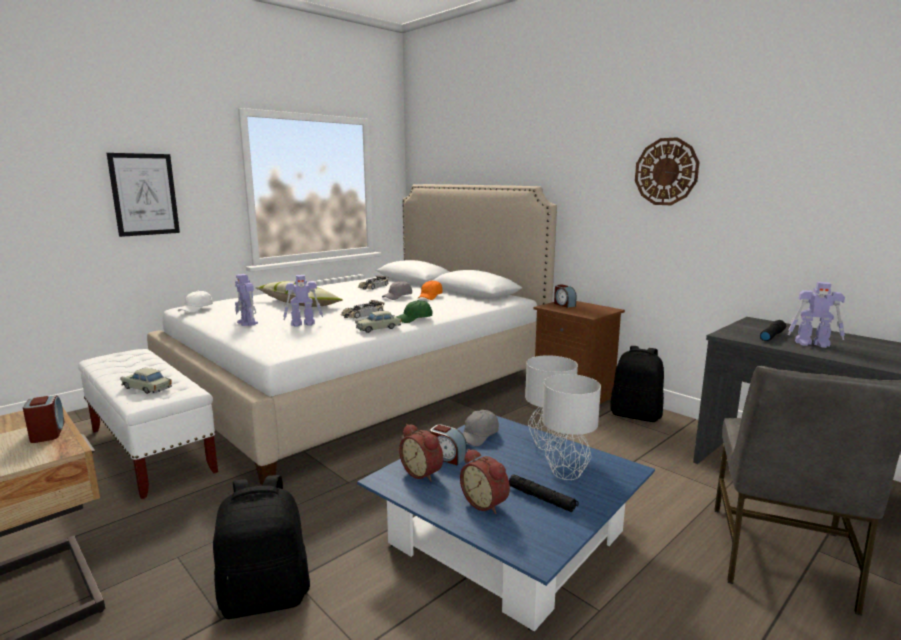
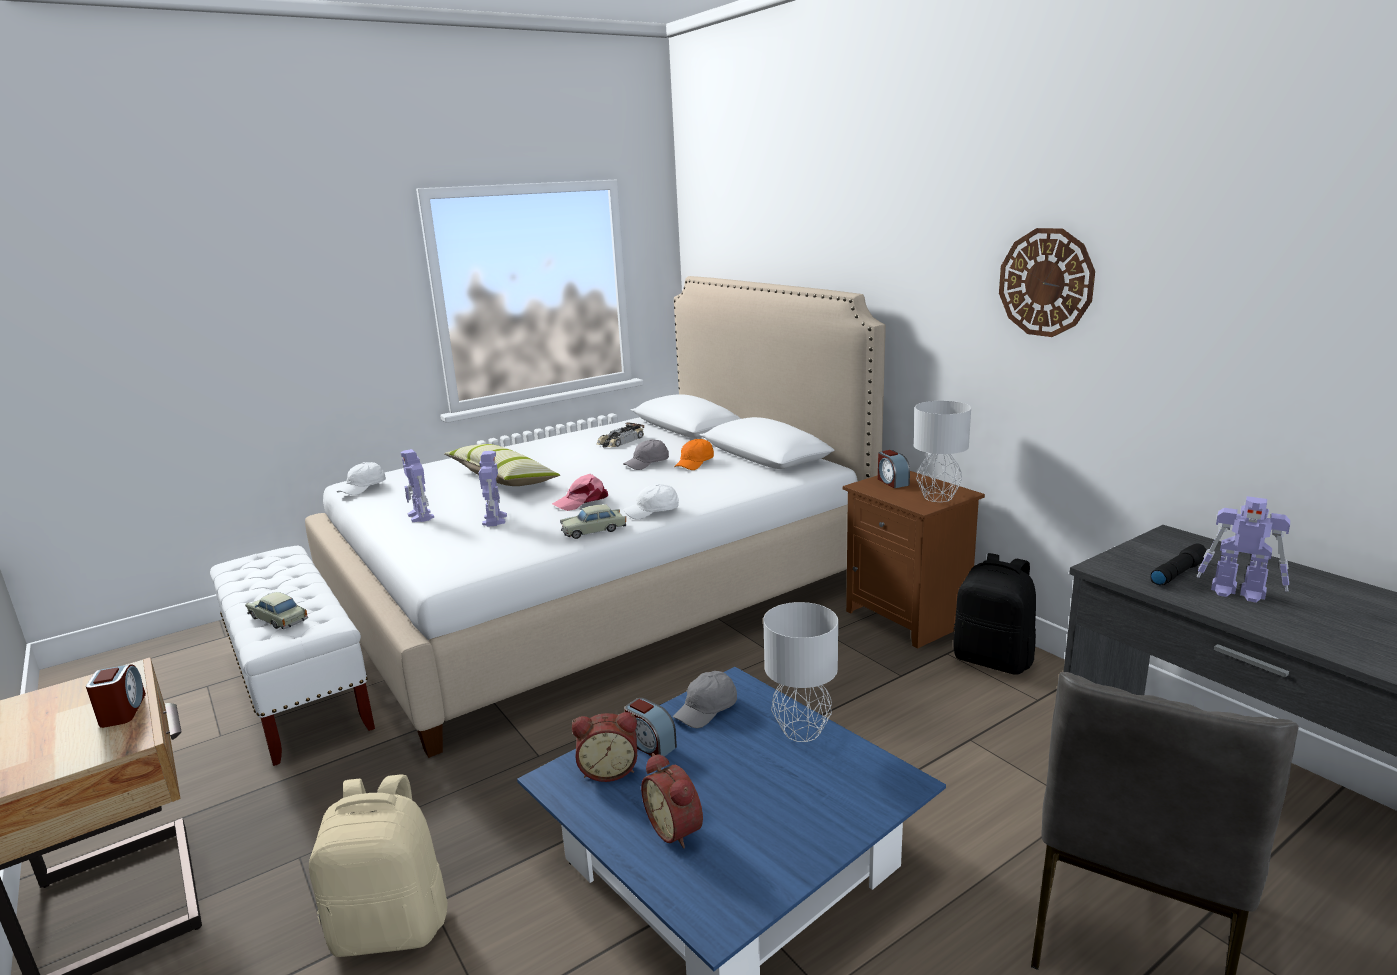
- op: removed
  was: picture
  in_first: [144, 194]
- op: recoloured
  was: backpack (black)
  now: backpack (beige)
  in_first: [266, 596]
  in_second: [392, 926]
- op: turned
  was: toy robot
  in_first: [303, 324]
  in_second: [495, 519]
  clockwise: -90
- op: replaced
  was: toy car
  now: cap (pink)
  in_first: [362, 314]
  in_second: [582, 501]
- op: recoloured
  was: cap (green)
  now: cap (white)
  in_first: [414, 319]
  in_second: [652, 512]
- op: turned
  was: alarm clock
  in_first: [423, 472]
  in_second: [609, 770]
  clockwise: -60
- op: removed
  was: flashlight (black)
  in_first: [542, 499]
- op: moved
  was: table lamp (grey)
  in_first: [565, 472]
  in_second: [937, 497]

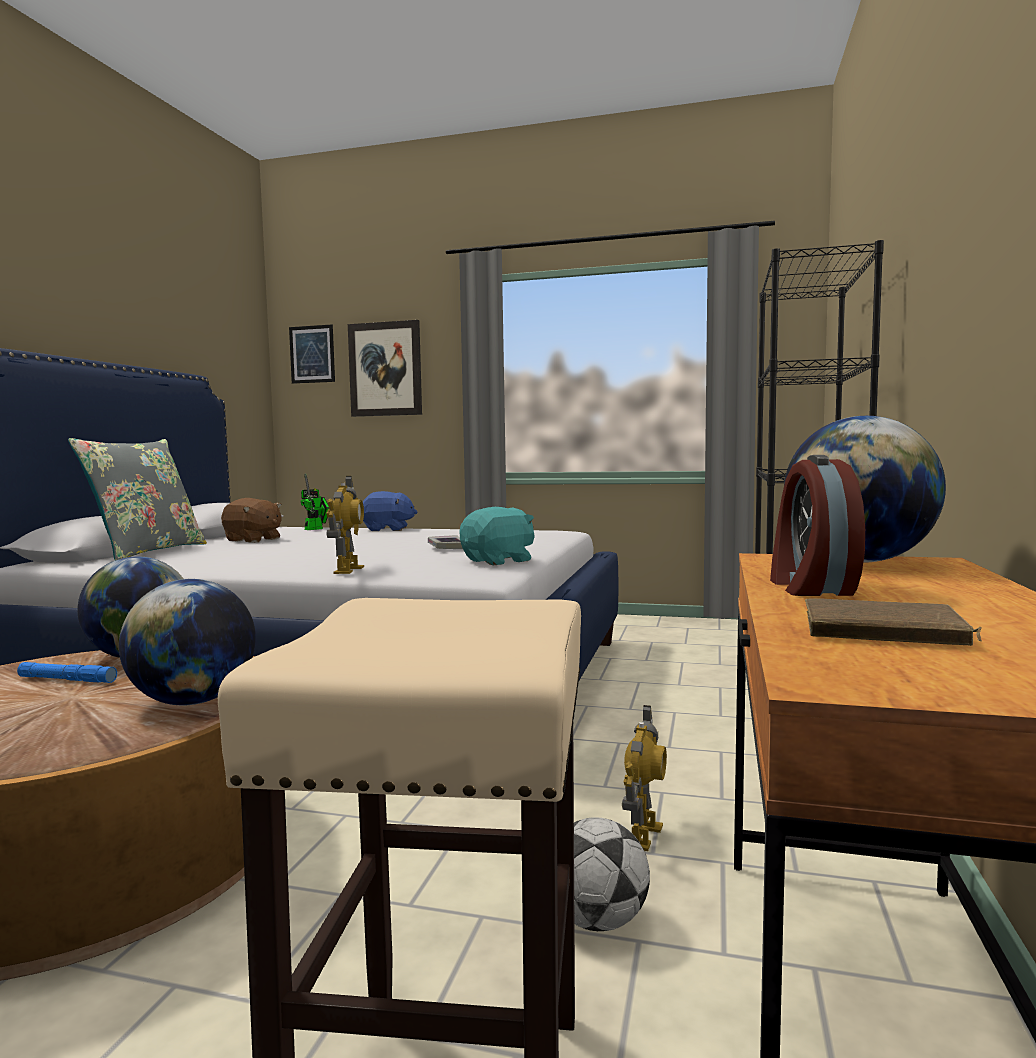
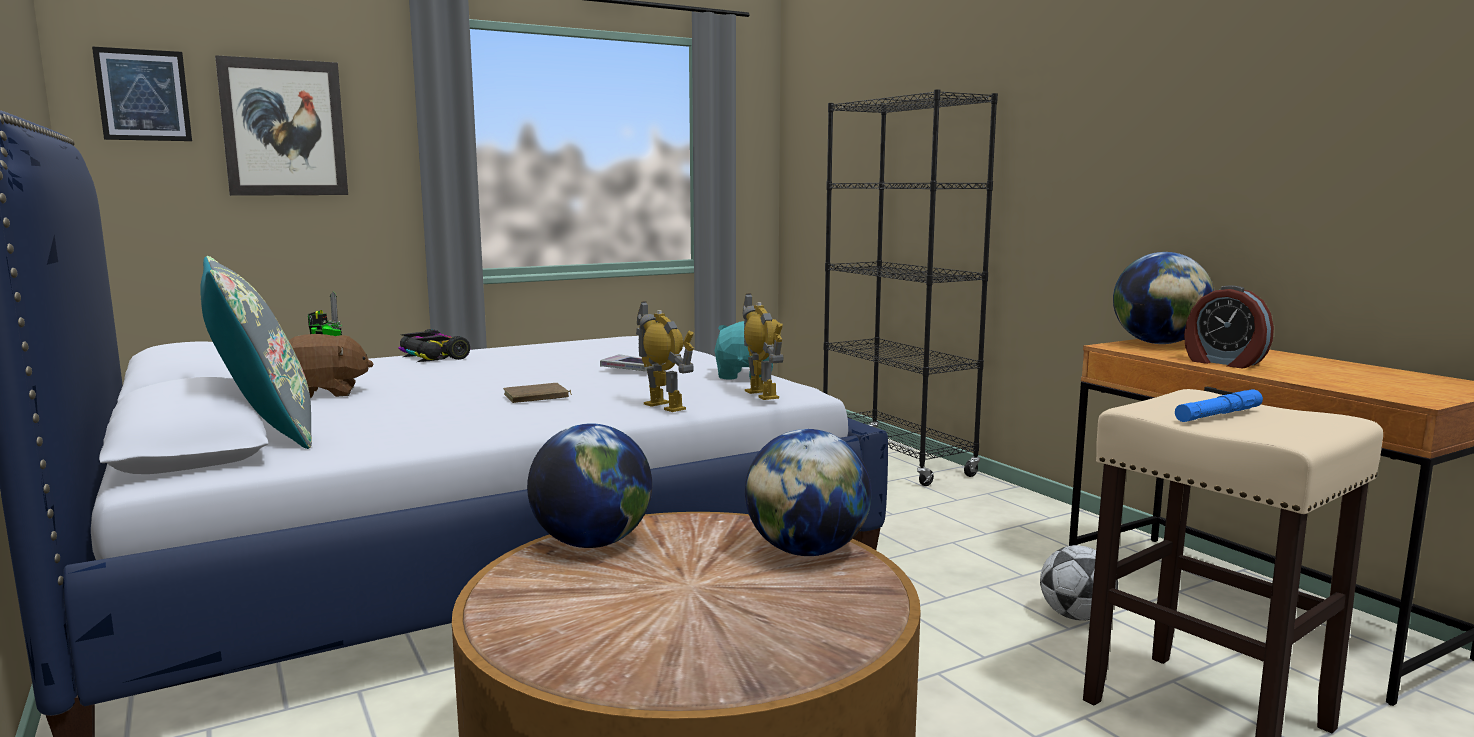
- op: moved
  was: flashlight (blue)
  in_first: [67, 679]
  in_second: [1218, 414]
- op: replaced
  was: plush toy (blue)
  now: toy car
  in_first: [387, 529]
  in_second: [432, 356]
- op: moved
  was: toy robot
  in_first: [643, 835]
  in_second: [762, 394]
- op: moved
  was: book (brown)
  in_first: [882, 633]
  in_second: [536, 397]

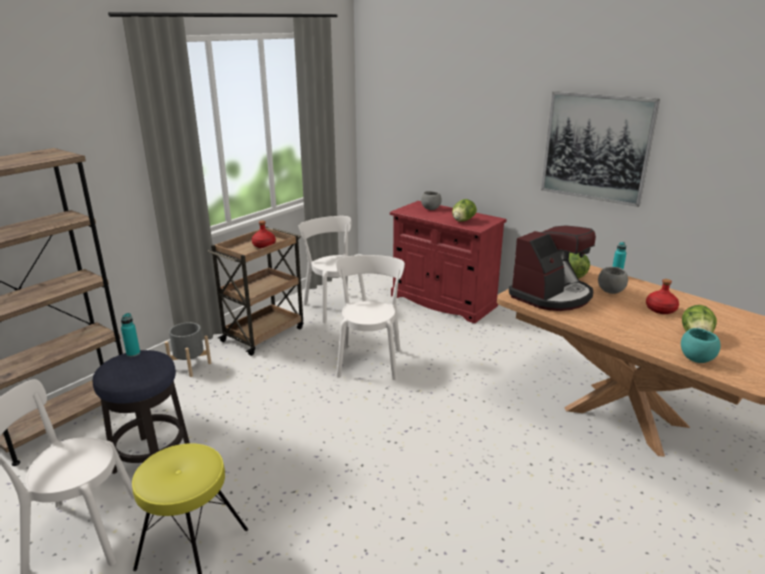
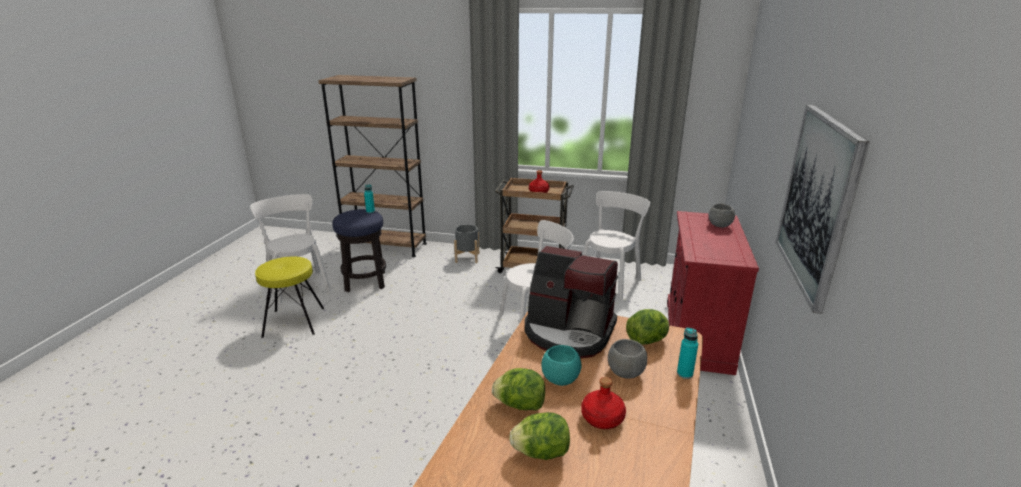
- op: moved
  was: lettuce
  in_first: [462, 221]
  in_second: [519, 405]
- op: moved
  was: bowl (turquoise)
  in_first: [696, 359]
  in_second: [560, 379]

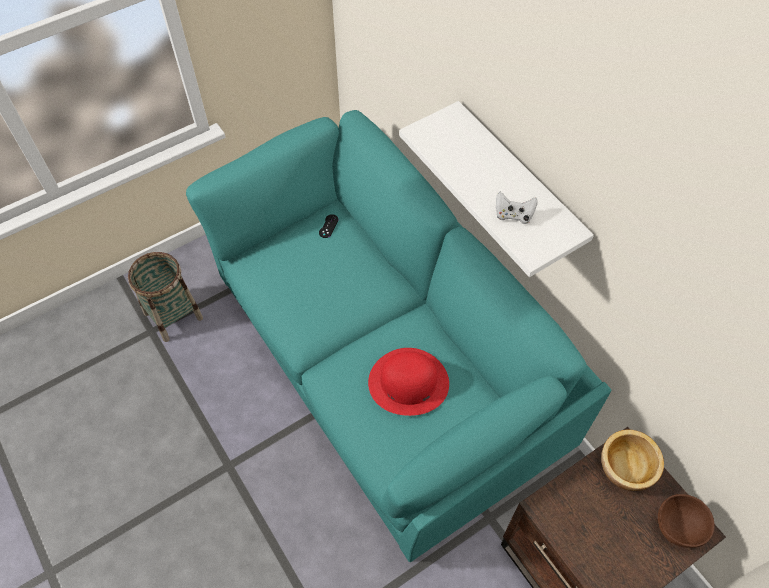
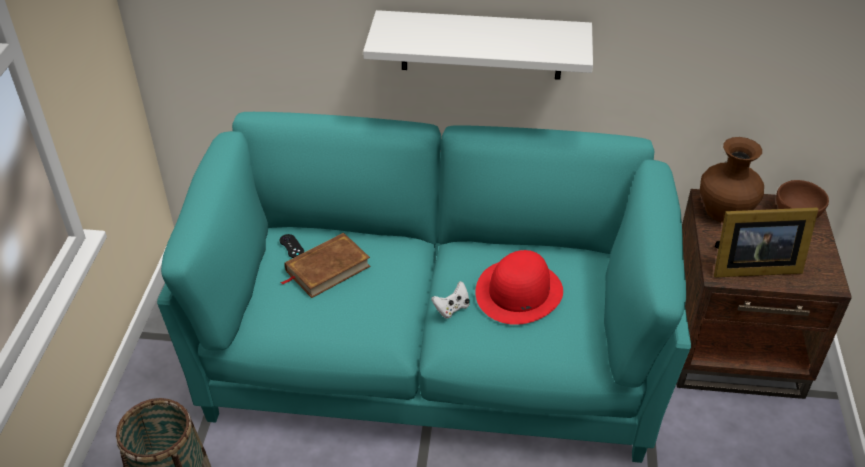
- op: moved
  was: game controller (white)
  in_first: [513, 215]
  in_second: [452, 308]
- op: replaced
  was: bowl
  now: vase (brown)
  in_first: [626, 468]
  in_second: [726, 210]
- op: added
  now: book (brown)
  in_second: [327, 268]
- op: added
  now: picture frame
  in_second: [751, 266]

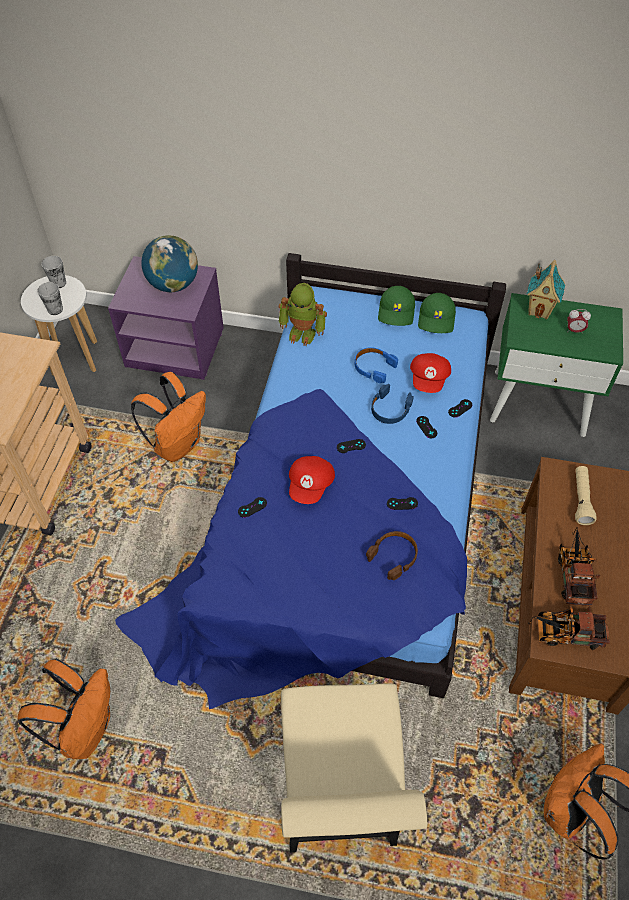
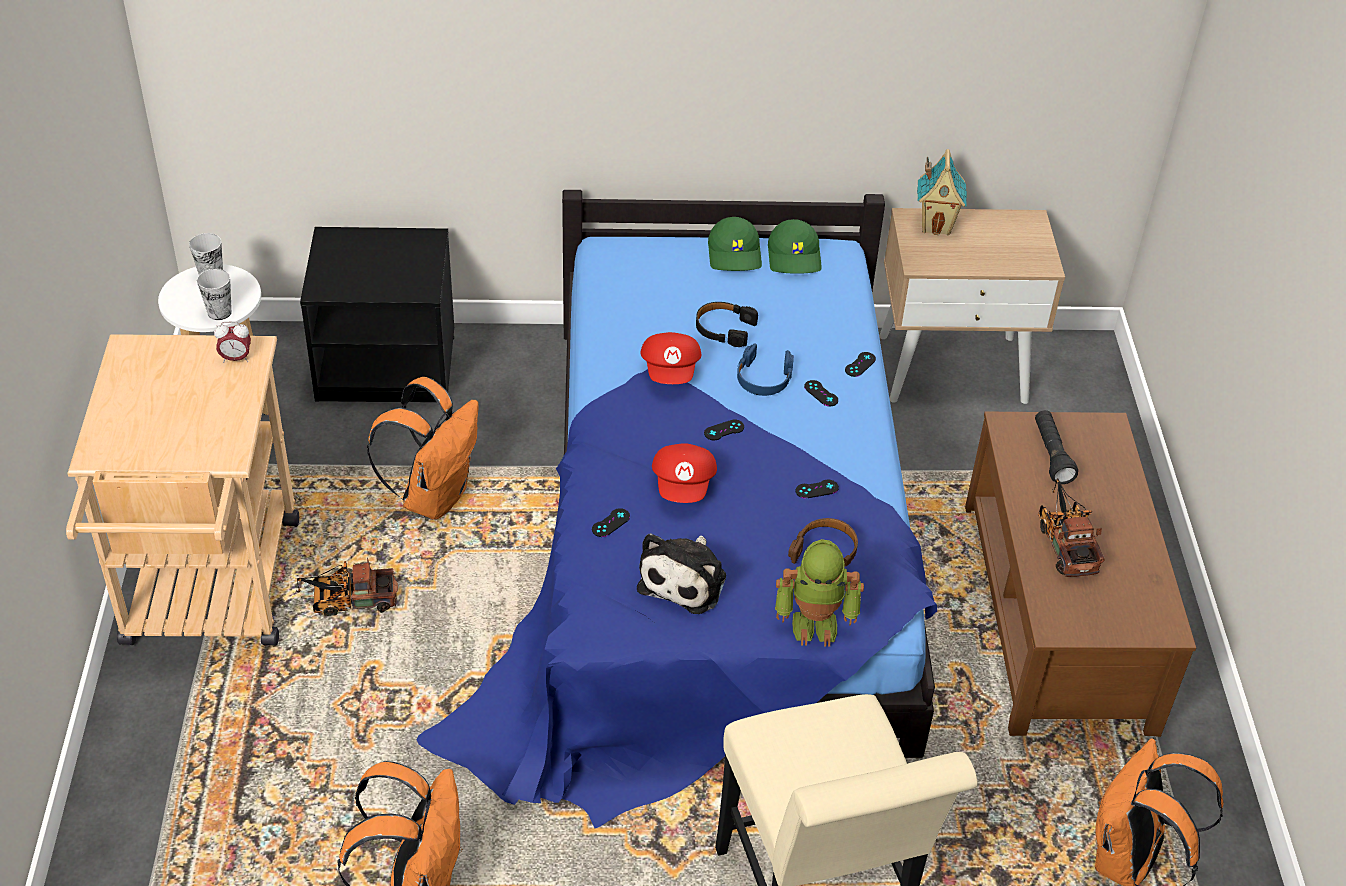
- op: recoloured
  was: nightstand (purple)
  now: nightstand (black)
  in_first: [176, 347]
  in_second: [388, 364]
- op: removed
  was: globe
  in_first: [173, 284]
- op: moved
  was: toy robot
  in_first: [303, 333]
  in_second: [815, 623]
- op: recoloured
  was: headphones (blue)
  now: headphones (black)
  in_first: [373, 367]
  in_second: [724, 329]
- op: moved
  was: cap (red)
  in_first: [429, 379]
  in_second: [671, 371]
- op: recoloured
  was: nightstand (green)
  now: nightstand (beige)
  in_first: [539, 402]
  in_second: [953, 368]
- op: moved
  was: toy truck
  in_first: [564, 633]
  in_second: [349, 601]
- op: moved
  was: alarm clock
  in_first: [574, 330]
  in_second: [236, 359]
- op: recoloured
  was: flashlight (beige)
  now: flashlight (black)
  in_first: [581, 499]
  in_second: [1051, 455]
- op: added
  now: plush toy
  in_second: [685, 579]

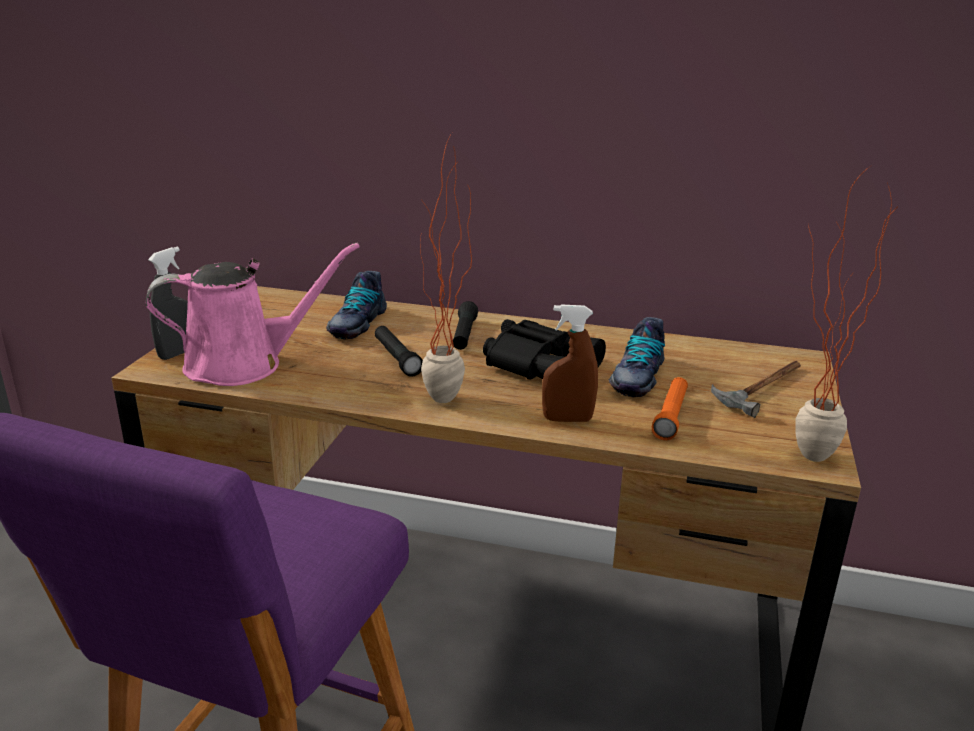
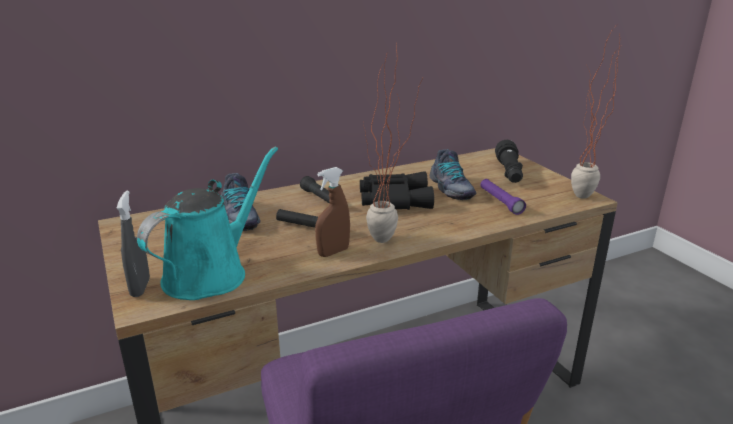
- op: recoloured
  was: watering can (pink)
  now: watering can (turquoise)
  in_first: [244, 364]
  in_second: [211, 273]
- op: moved
  was: spray bottle (brown)
  in_first: [567, 419]
  in_second: [333, 252]
- op: recoloured
  was: flashlight (orange)
  now: flashlight (purple)
  in_first: [670, 416]
  in_second: [500, 202]
- op: replaced
  was: hammer
  now: flashlight (black)
  in_first: [762, 387]
  in_second: [509, 173]

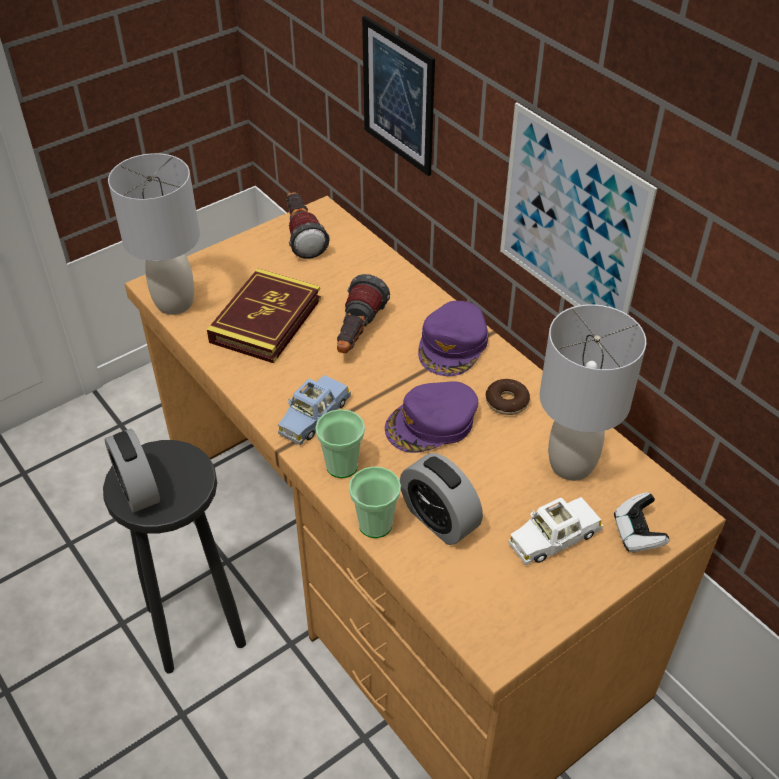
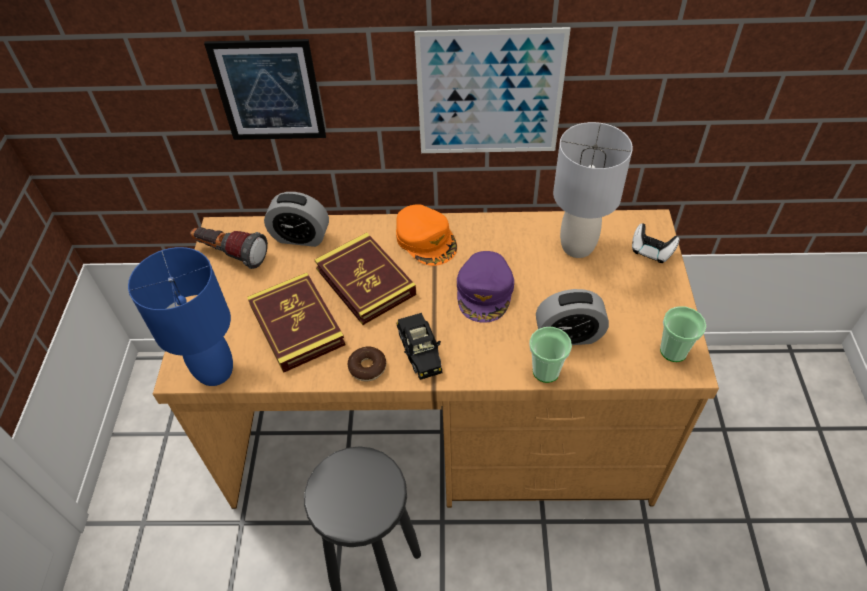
- op: moved
  was: alarm clock
  in_first: [137, 489]
  in_second: [301, 237]
- op: recoloured
  was: table lamp (grey)
  now: table lamp (blue)
  in_first: [174, 302]
  in_second: [214, 371]
- op: recoloured
  was: toy car (blue)
  now: toy car (black)
  in_first: [314, 416]
  in_second: [420, 350]
- op: moved
  was: cup
  in_first: [342, 466]
  in_second: [673, 351]
- op: replaced
  was: flashlight
  now: book
  in_first: [357, 334]
  in_second: [365, 282]
- op: recoloured
  was: cap (purple)
  now: cap (orange)
  in_first: [453, 345]
  in_second: [426, 239]
- op: moved
  was: donut
  in_first: [506, 402]
  in_second: [367, 367]
- op: removed
  was: toy car (white)
  in_first: [553, 538]

